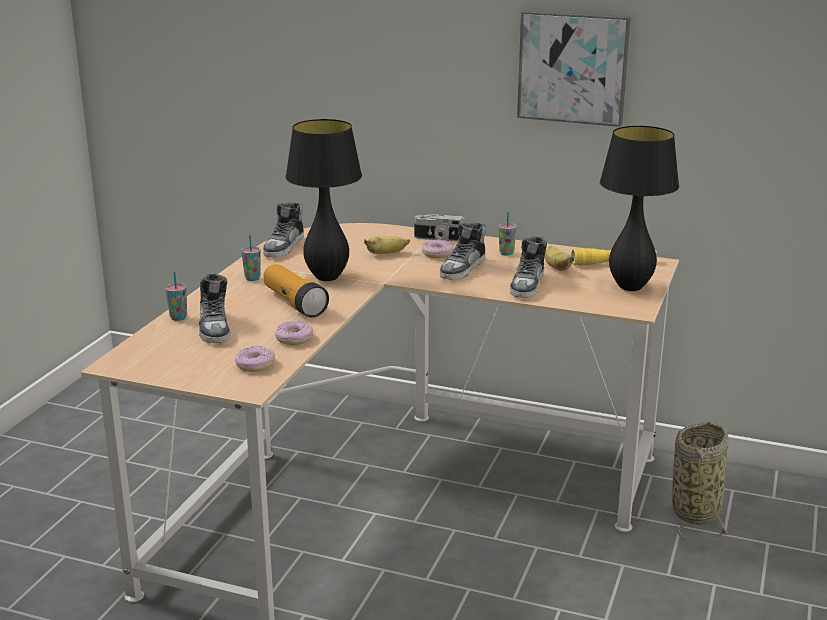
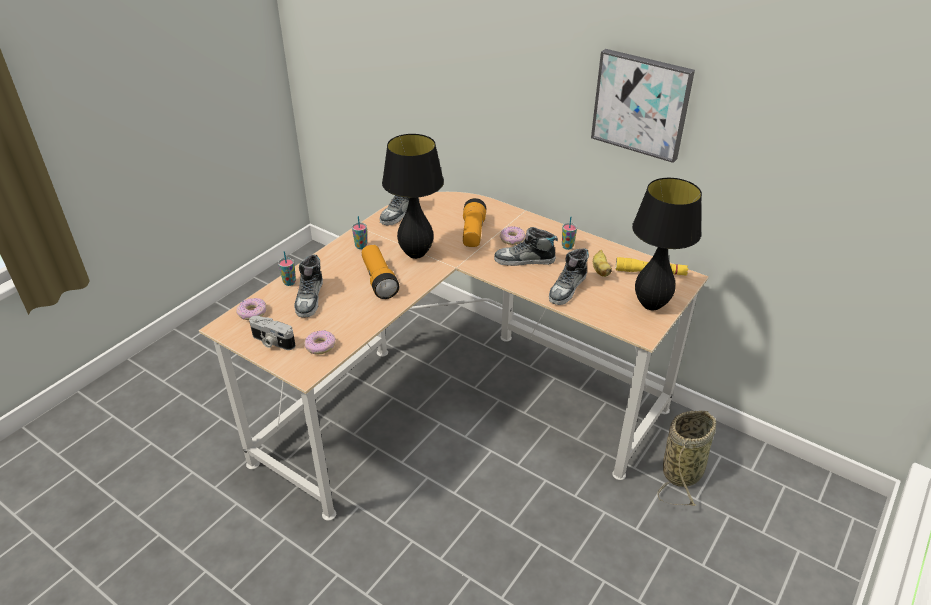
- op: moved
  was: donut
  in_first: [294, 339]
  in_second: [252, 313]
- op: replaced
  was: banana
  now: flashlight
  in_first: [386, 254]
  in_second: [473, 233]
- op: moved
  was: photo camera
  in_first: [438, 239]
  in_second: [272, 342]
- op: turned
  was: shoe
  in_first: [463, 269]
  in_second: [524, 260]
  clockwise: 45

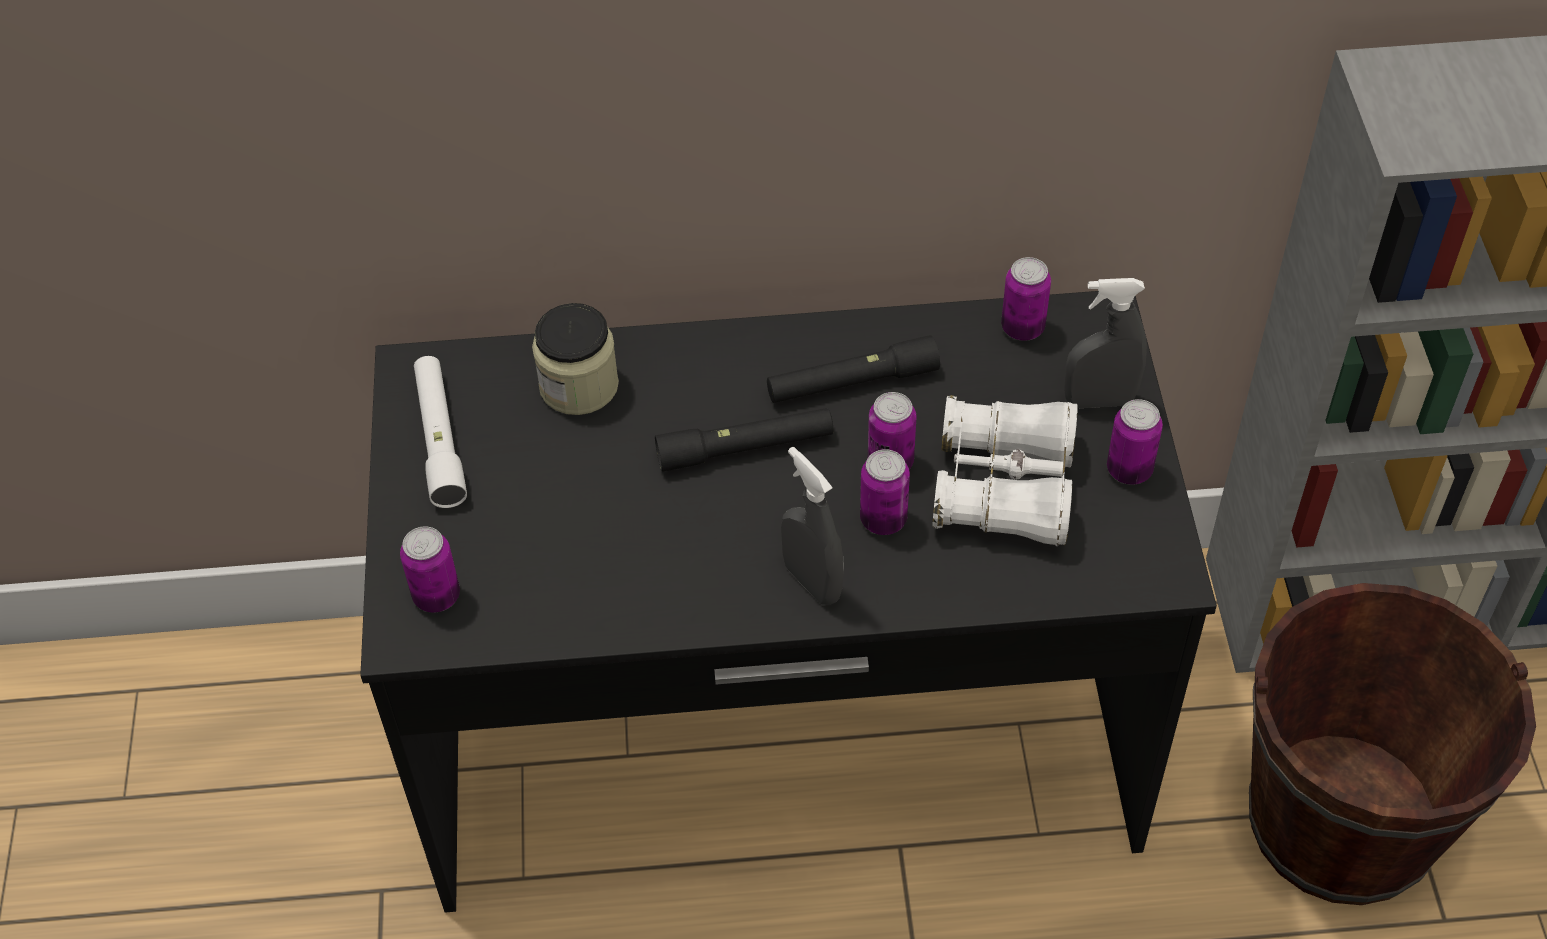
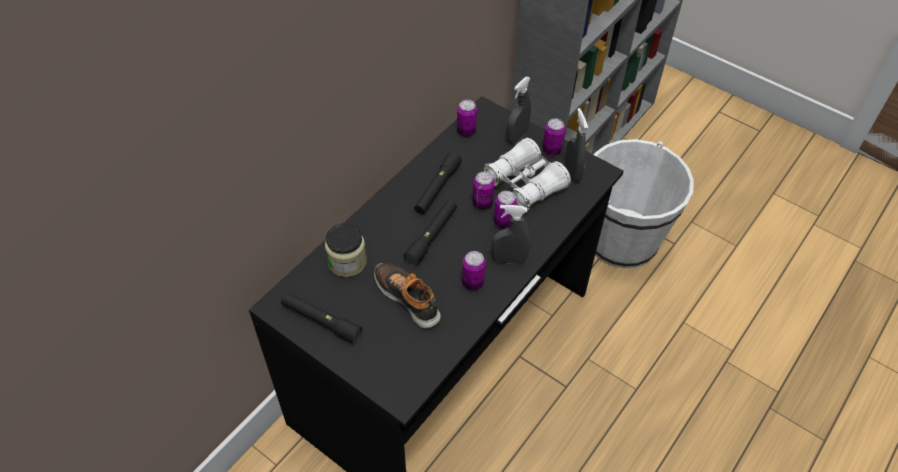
- op: moved
  was: can
  in_first: [436, 596]
  in_second: [472, 283]
- op: recoloured
  was: flashlight (white)
  now: flashlight (black)
  in_first: [440, 439]
  in_second: [321, 321]
- op: recoloured
  was: bucket (brown)
  now: bucket (white)
  in_first: [1341, 822]
  in_second: [622, 239]
- op: added
  now: shoe
  in_second: [408, 298]
- op: added
  now: spray bottle (grey)
  in_second: [572, 173]

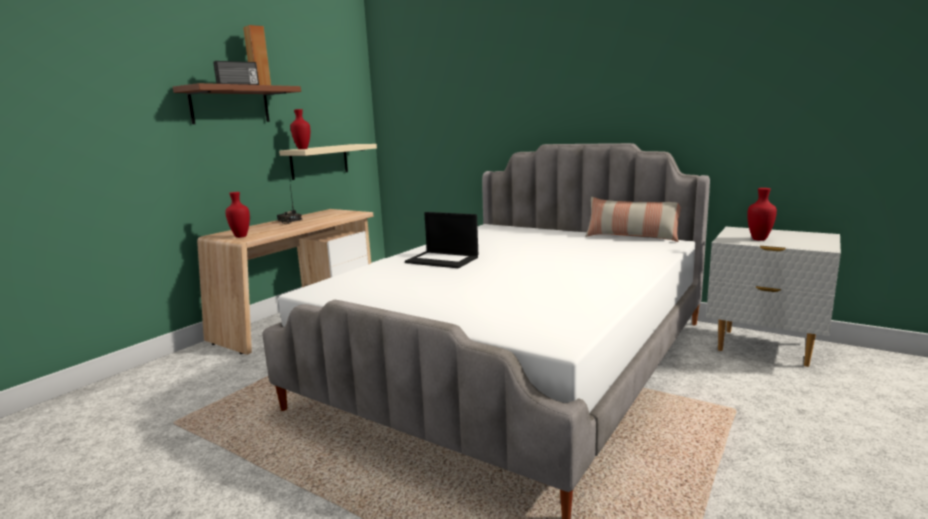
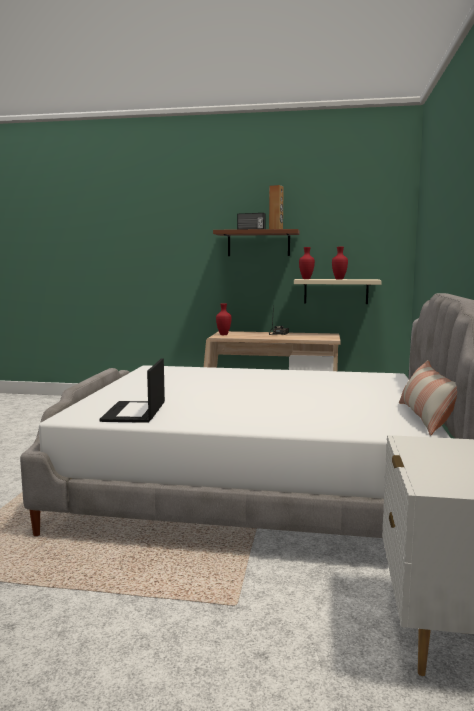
- op: moved
  was: laptop
  in_first: [443, 260]
  in_second: [134, 412]
- op: moved
  was: vase (red)
  in_first: [760, 239]
  in_second: [339, 279]

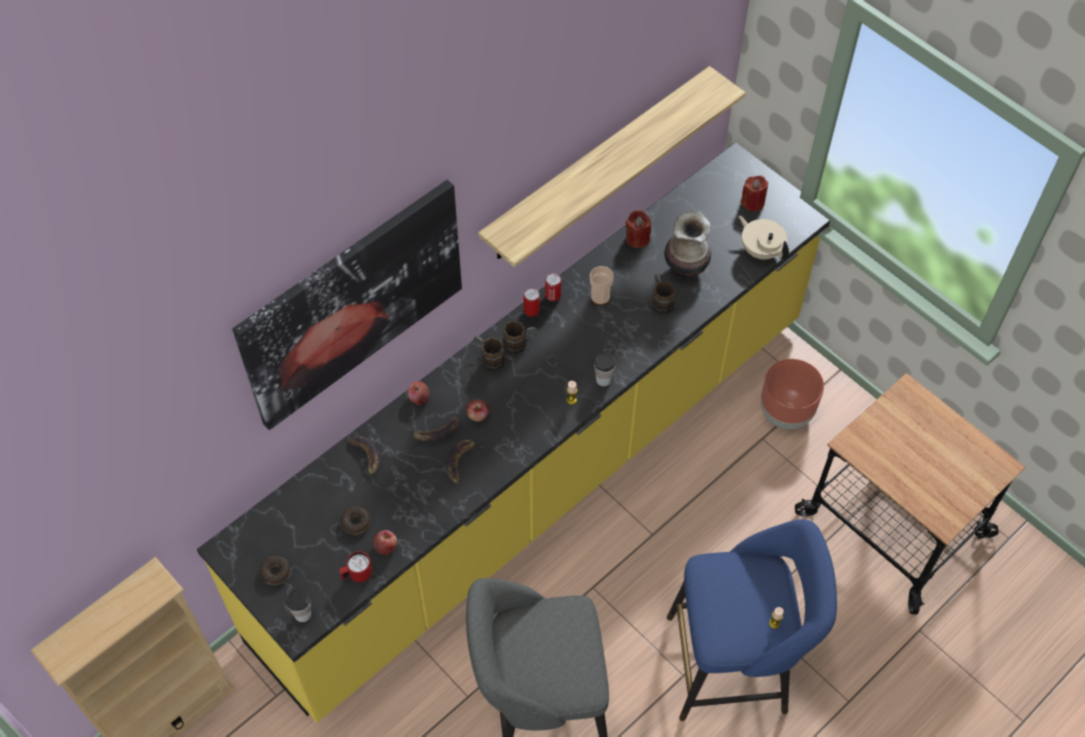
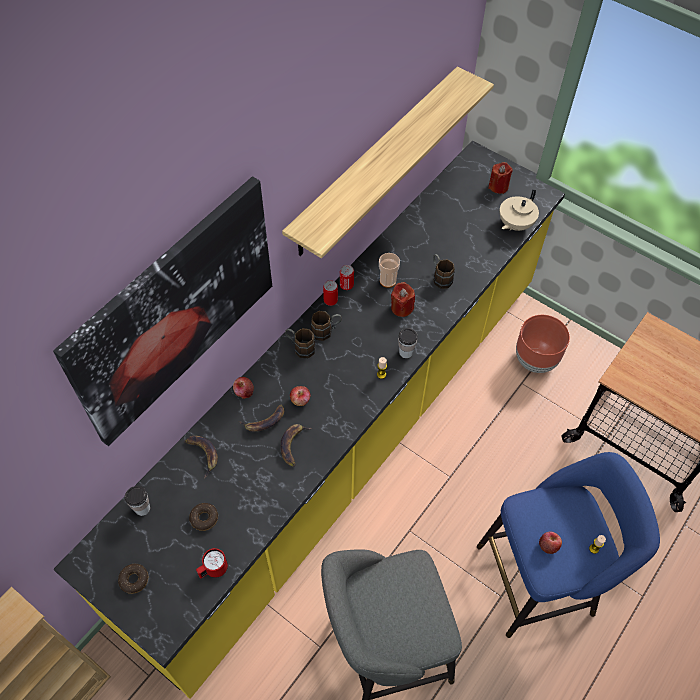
- op: moved
  was: cup
  in_first: [302, 614]
  in_second: [142, 508]
- op: moved
  was: apple
  in_first: [386, 546]
  in_second: [548, 545]
- op: moved
  was: candle (red)
  in_first: [637, 238]
  in_second: [401, 308]
- op: removed
  was: vase
  in_first: [686, 268]
- op: turned
  was: teapot (beige)
  in_first: [761, 250]
  in_second: [514, 224]
  clockwise: -90

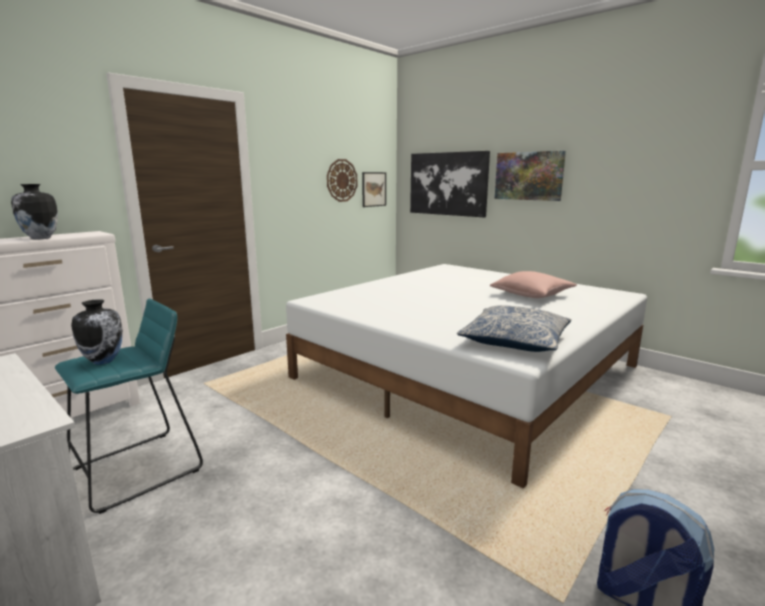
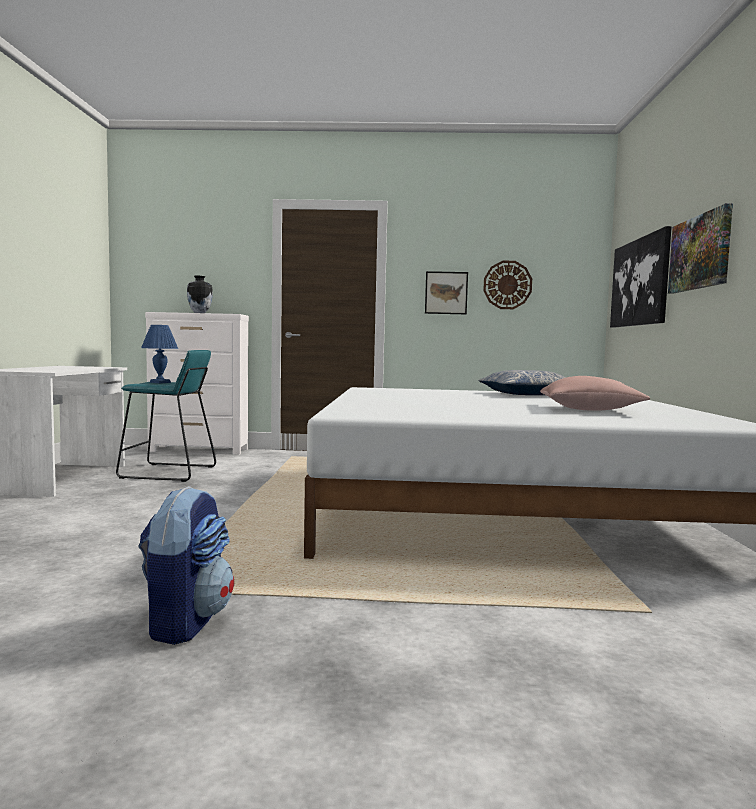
- op: replaced
  was: vase
  now: table lamp (blue)
  in_first: [104, 361]
  in_second: [160, 382]
- op: moved
  was: picture
  in_first: [374, 189]
  in_second: [446, 293]
- op: moved
  was: pillow
  in_first: [514, 340]
  in_second: [526, 394]

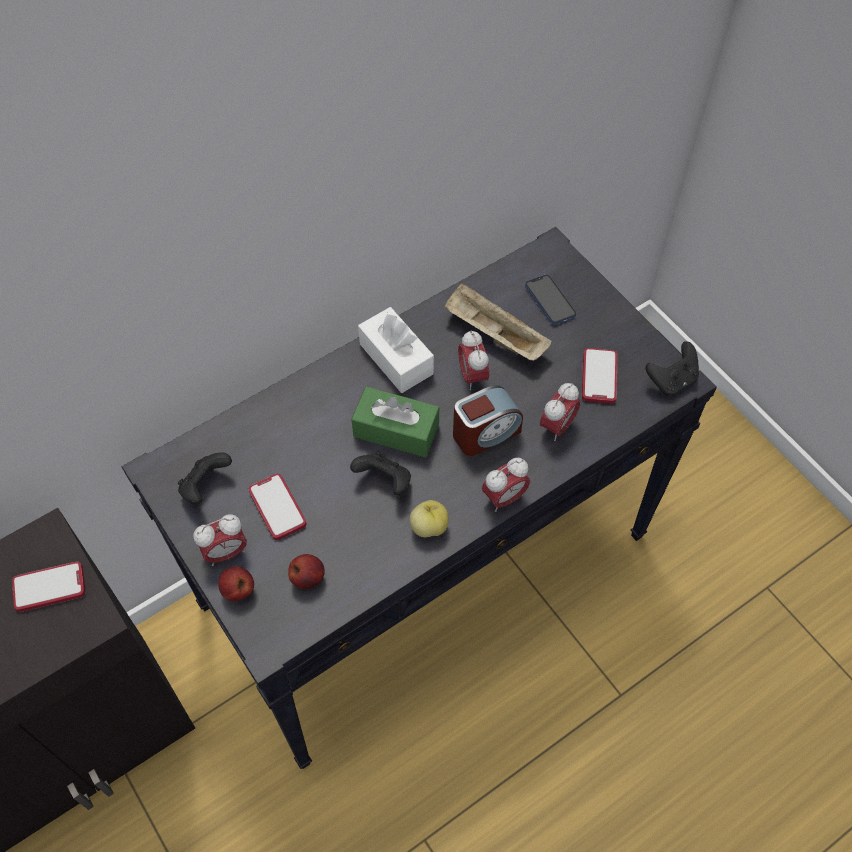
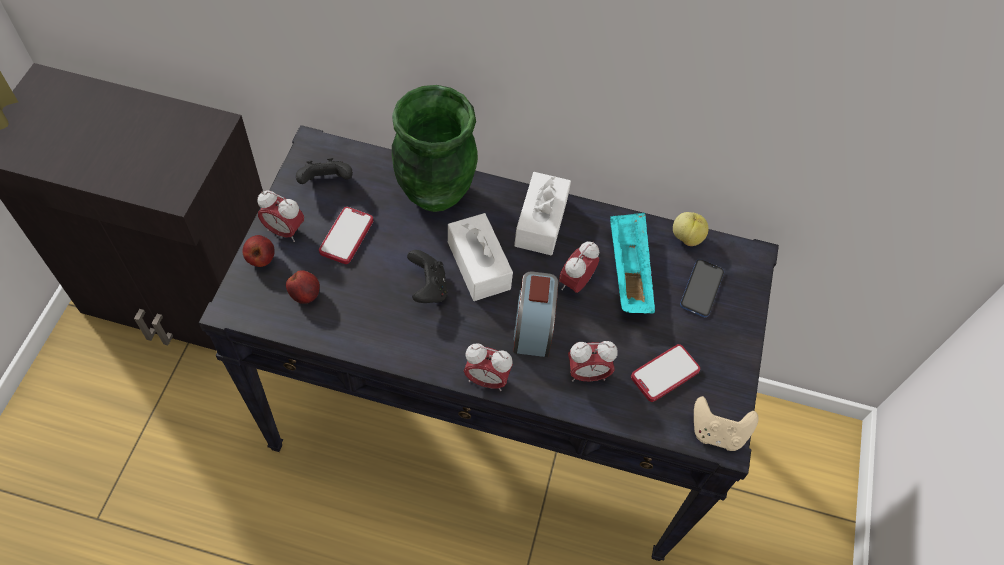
- op: removed
  was: phone
  in_first: [49, 587]
- op: recoloured
  was: tissue box (green)
  now: tissue box (white)
  in_first: [396, 430]
  in_second: [478, 265]
- op: moved
  was: apple
  in_first: [429, 526]
  in_second: [687, 237]
- op: recoloured
  was: tray (beige)
  now: tray (turquoise)
  in_first: [493, 335]
  in_second: [628, 271]
- op: turned
  was: alarm clock
  in_first: [485, 433]
  in_second: [533, 327]
  clockwise: 75
- op: recoloured
  was: game controller (black)
  now: game controller (beige)
  in_first: [671, 380]
  in_second: [717, 432]
- op: added
  now: vase (green)
  in_second: [434, 192]

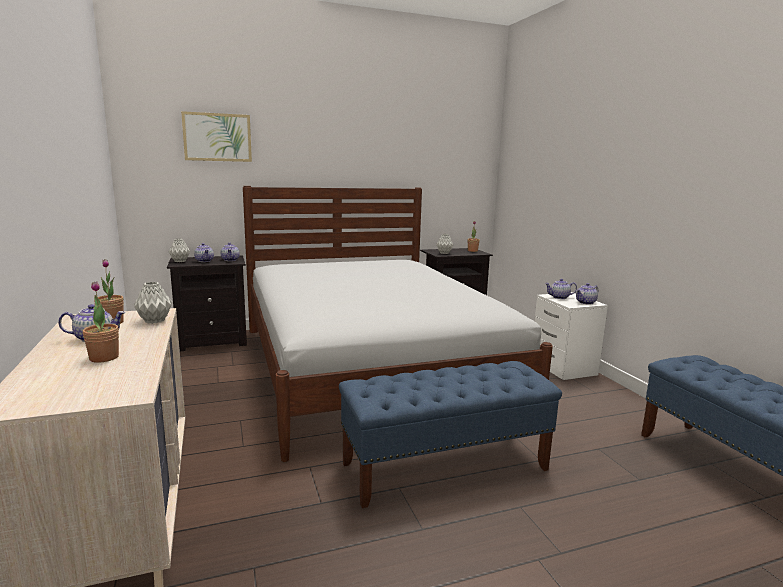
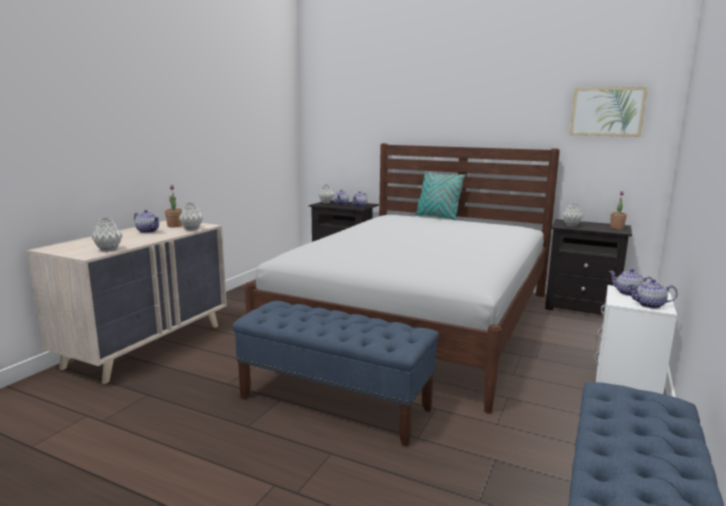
- op: removed
  was: potted plant
  in_first: [104, 358]
- op: moved
  was: picture
  in_first: [217, 137]
  in_second: [607, 112]
- op: added
  now: vase (grey)
  in_second: [109, 250]
- op: added
  now: pillow (turquoise)
  in_second: [437, 217]

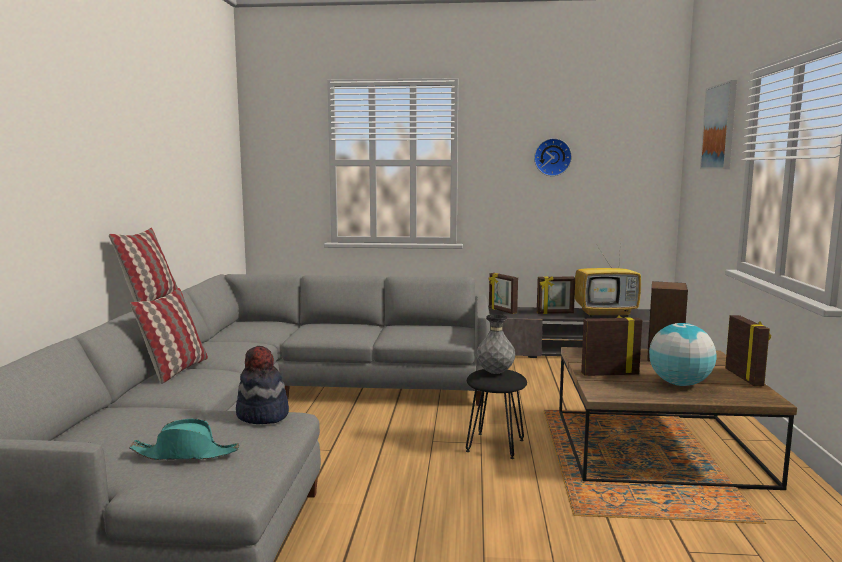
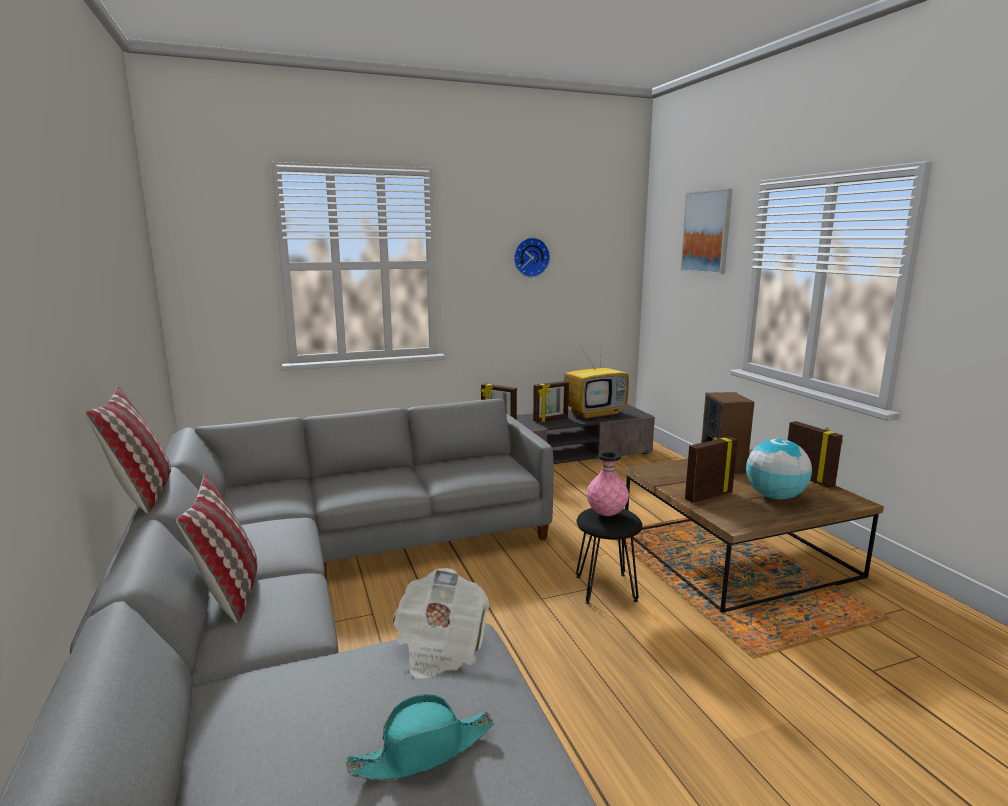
- op: replaced
  was: hat
  now: newspaper
  in_first: [262, 415]
  in_second: [440, 645]
- op: recoloured
  was: vase (grey)
  now: vase (pink)
  in_first: [495, 373]
  in_second: [606, 514]

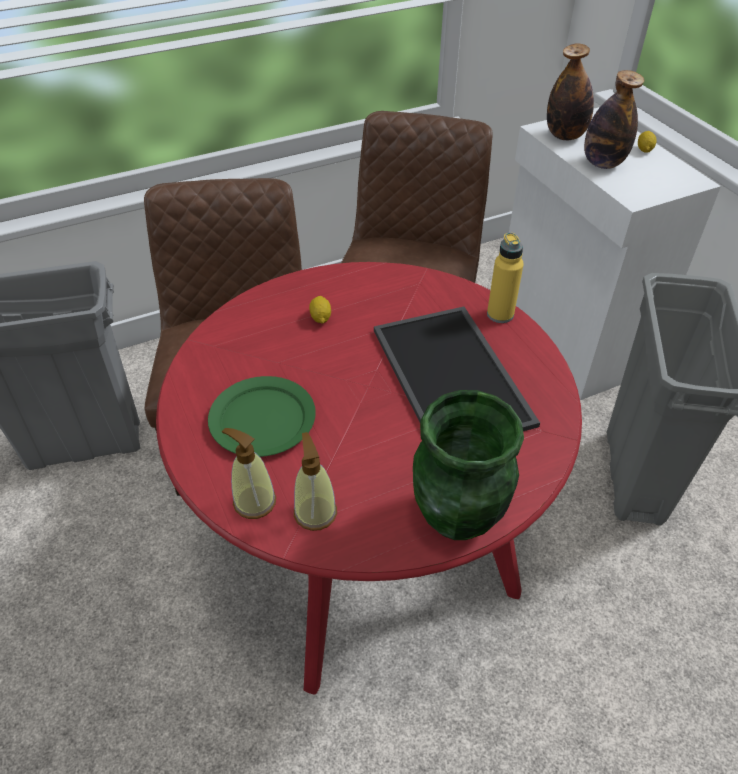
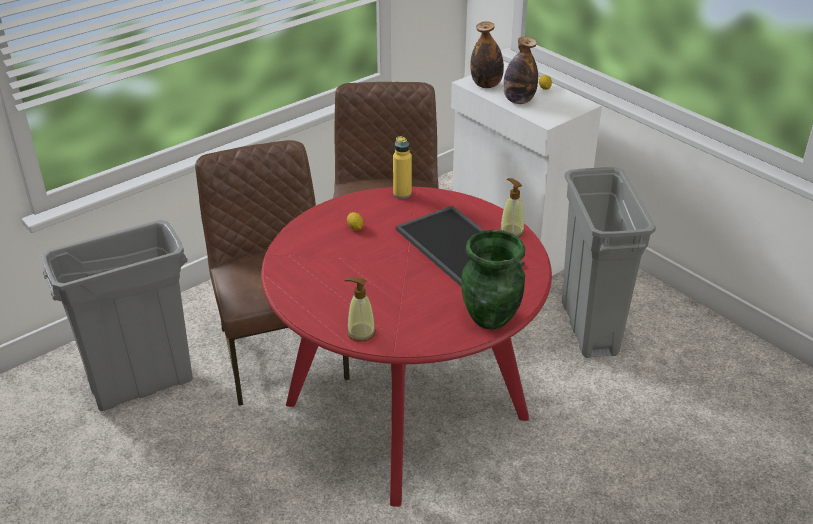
- op: removed
  was: plate (green)
  in_first: [263, 419]
- op: moved
  was: soap dispenser
  in_first: [315, 512]
  in_second: [511, 231]
- op: moved
  was: bottle (yellow)
  in_first: [500, 314]
  in_second: [402, 194]

